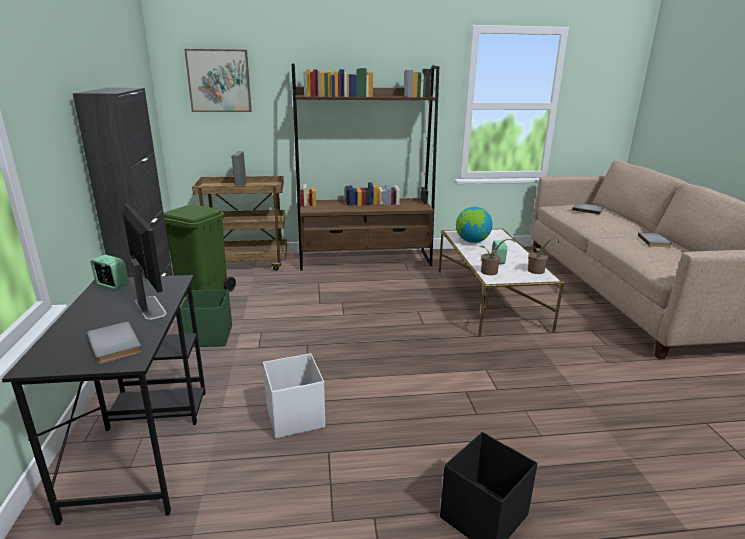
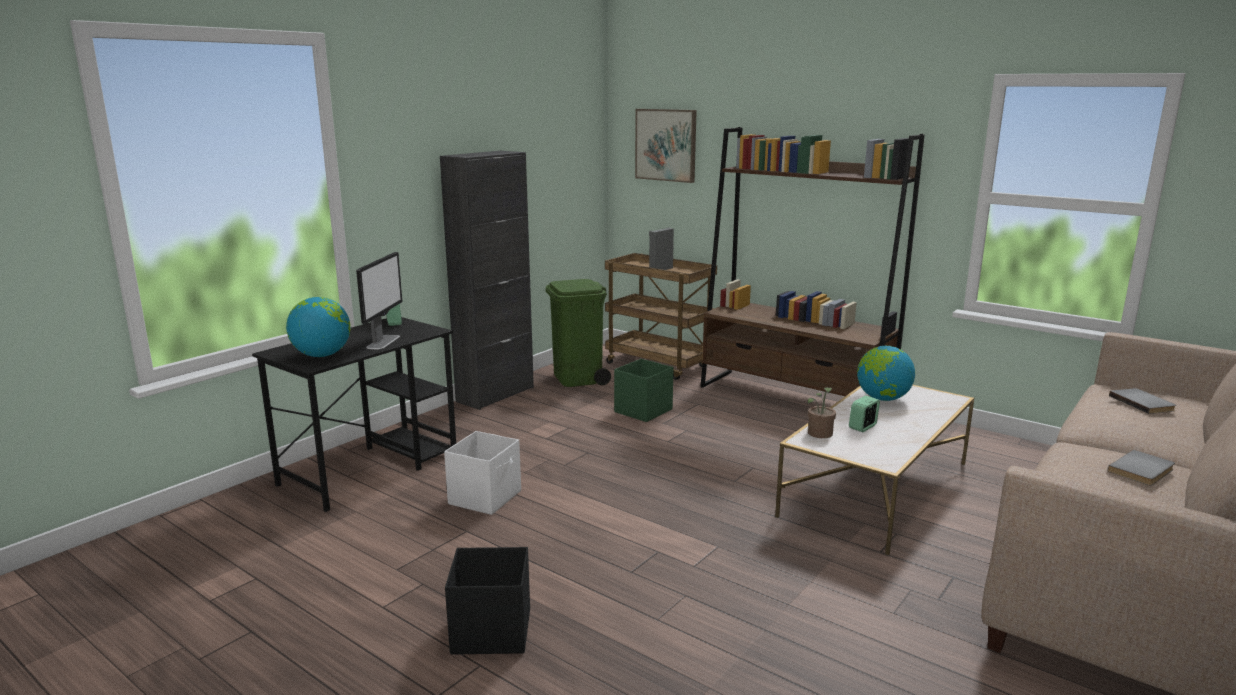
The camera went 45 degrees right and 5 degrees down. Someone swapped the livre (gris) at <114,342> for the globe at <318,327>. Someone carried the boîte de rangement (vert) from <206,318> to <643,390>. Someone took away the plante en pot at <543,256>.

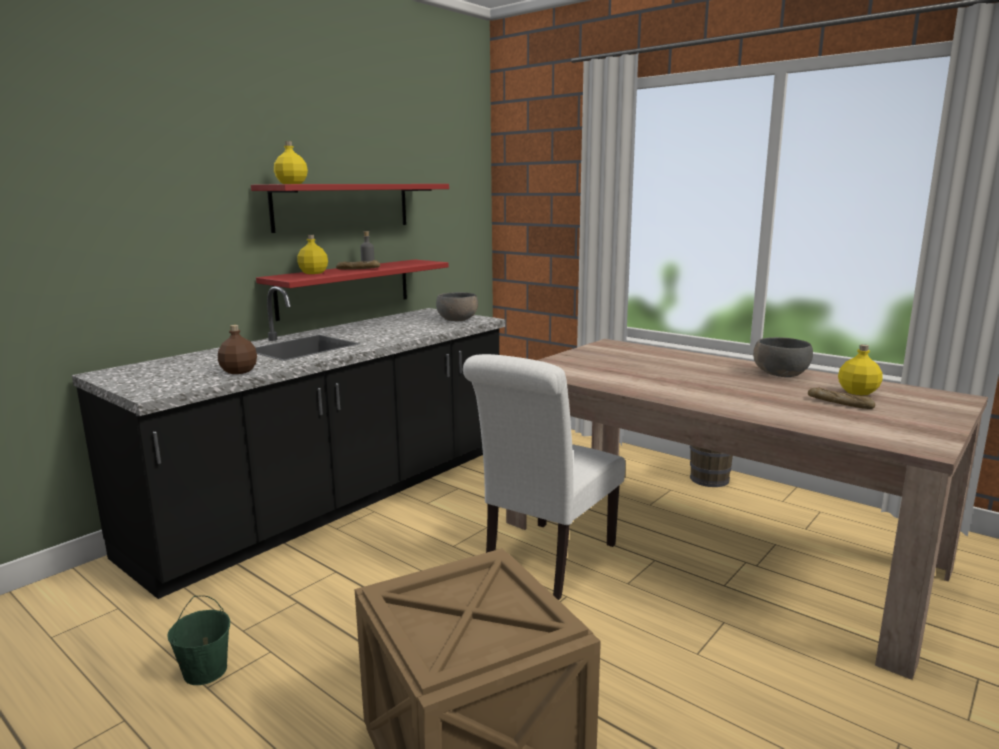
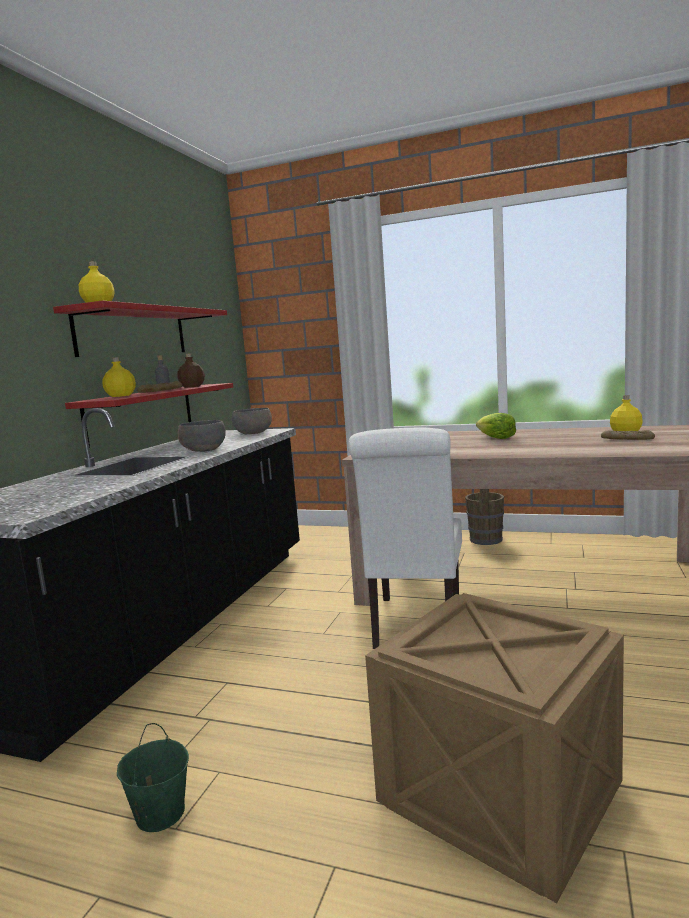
The camera went 20 degrees left and 5 degrees down. Someone carried the bouteille (marron) from <237,349> to <191,370>. Someone carried the bol (gris) from <783,357> to <202,436>. Someone put down the laitue at <496,426>.

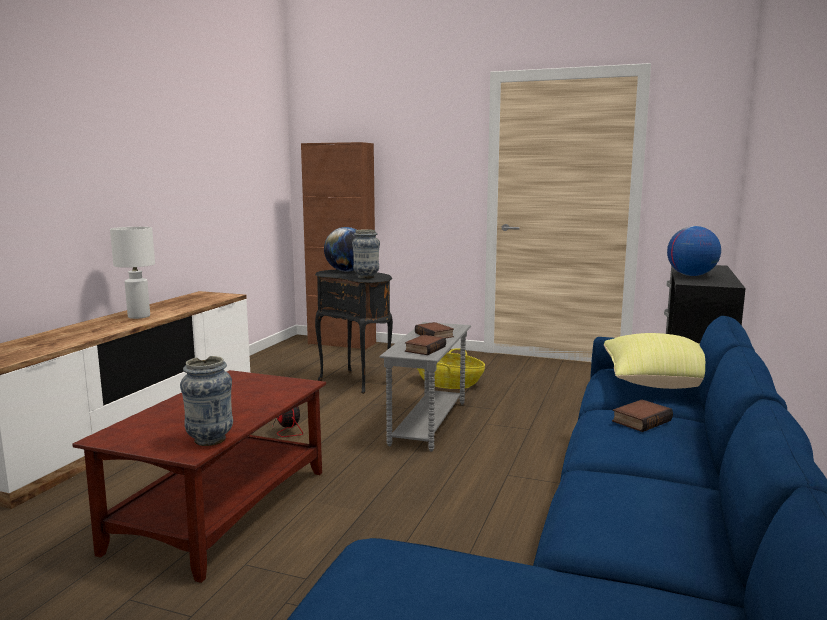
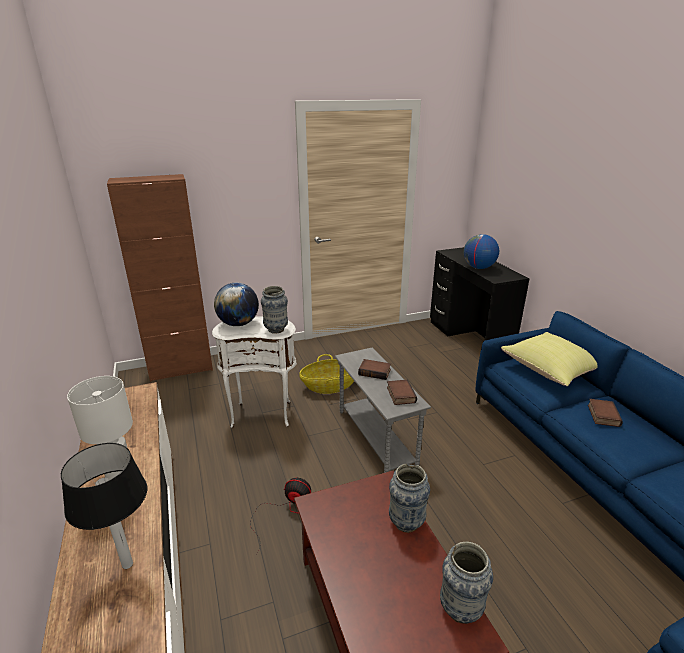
The camera went 40 degrees left and 15 degrees up. Someone put down the lampe de table at <104,506>. Someone repainted the table d'appoint (noir) at <354,332>, which became the table d'appoint (blanc) at <254,372>. Someone put down the vase at <409,498>.

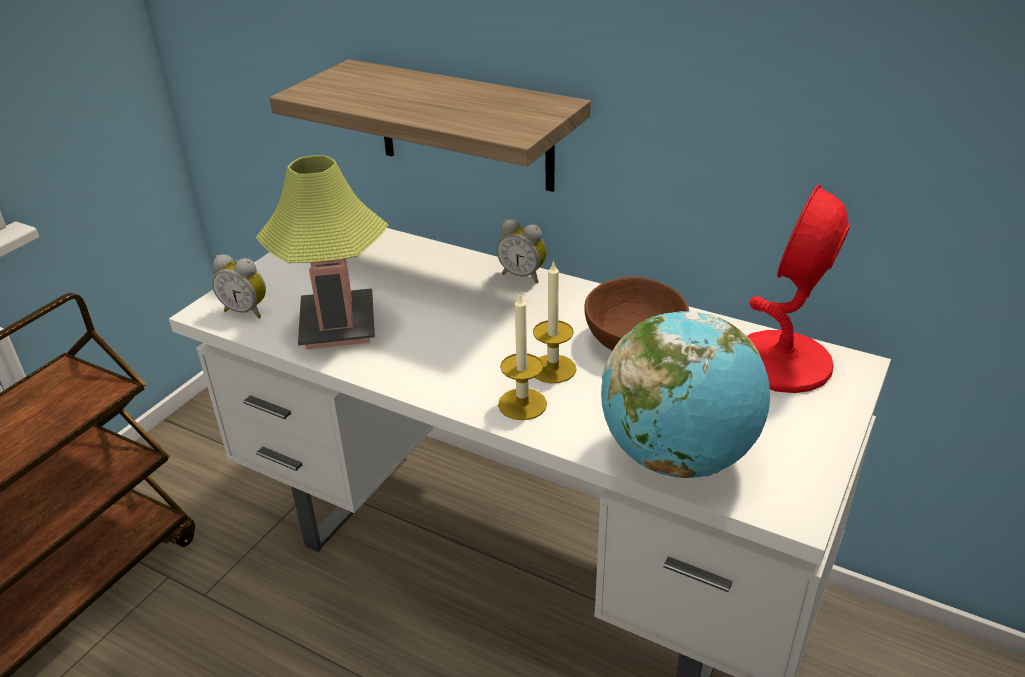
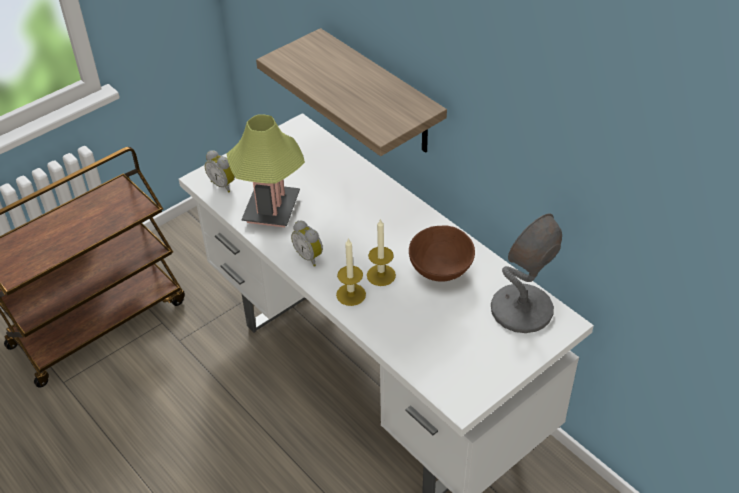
The camera went 20 degrees right and 10 degrees up. Someone carried the réveil from <522,251> to <307,243>. Someone repainted the lampe de table (rouge) at <798,288>, which became the lampe de table (gris) at <526,273>. Someone took away the globe at <685,394>.

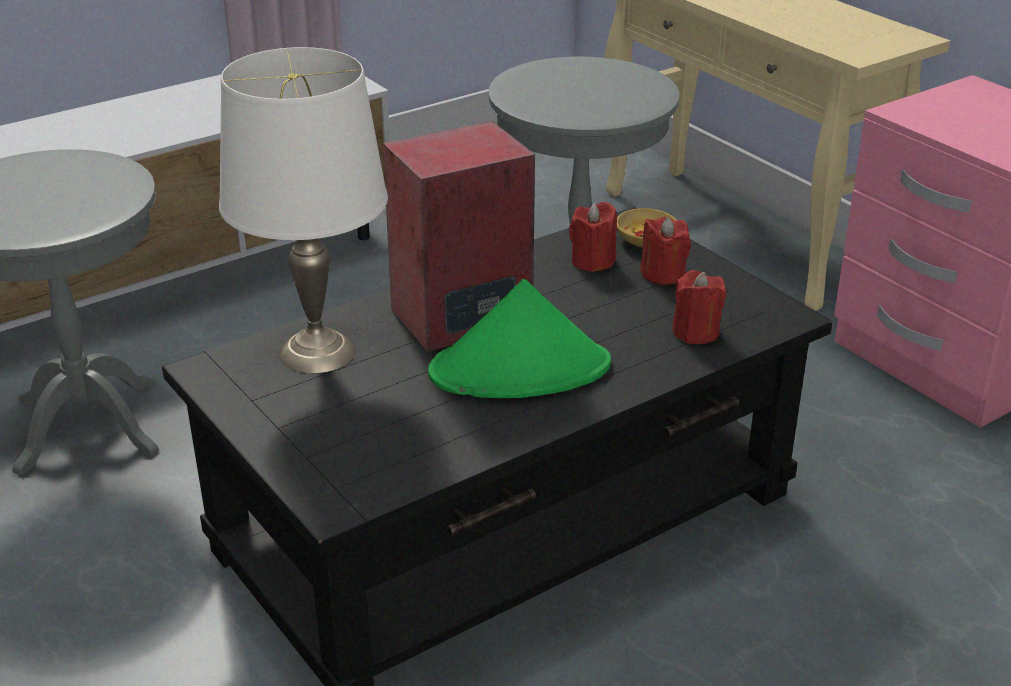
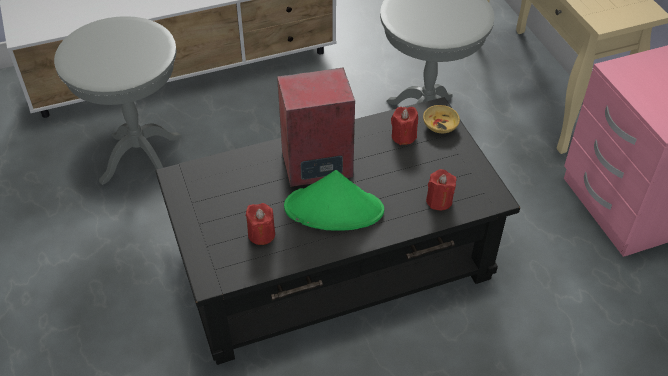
The camera went 15 degrees right and 15 degrees up. Someone carried the bougie (rouge) from <665,250> to <260,224>. Someone took away the lampe de table (blanc) at <303,210>.

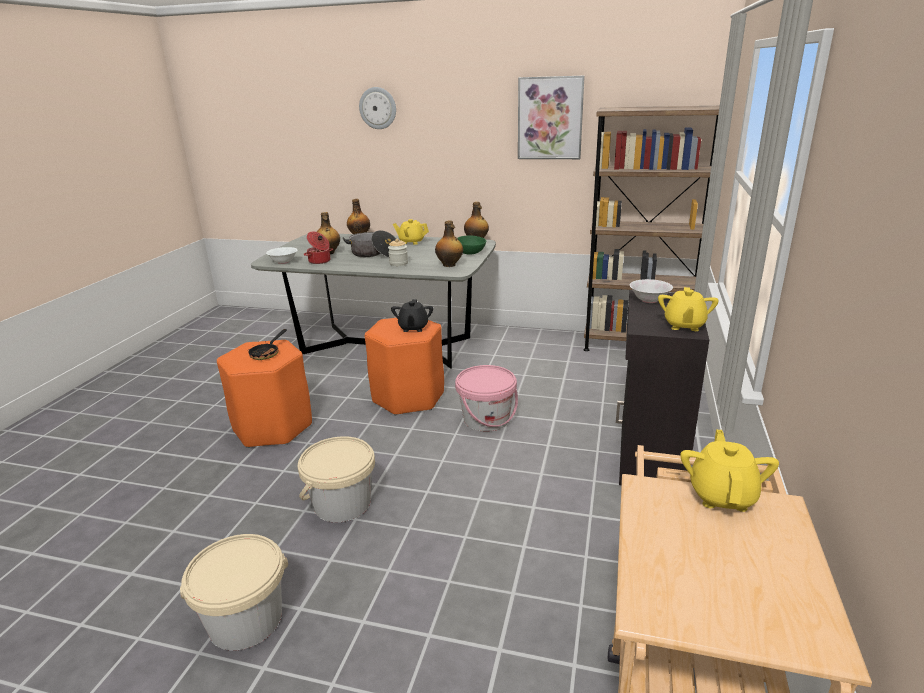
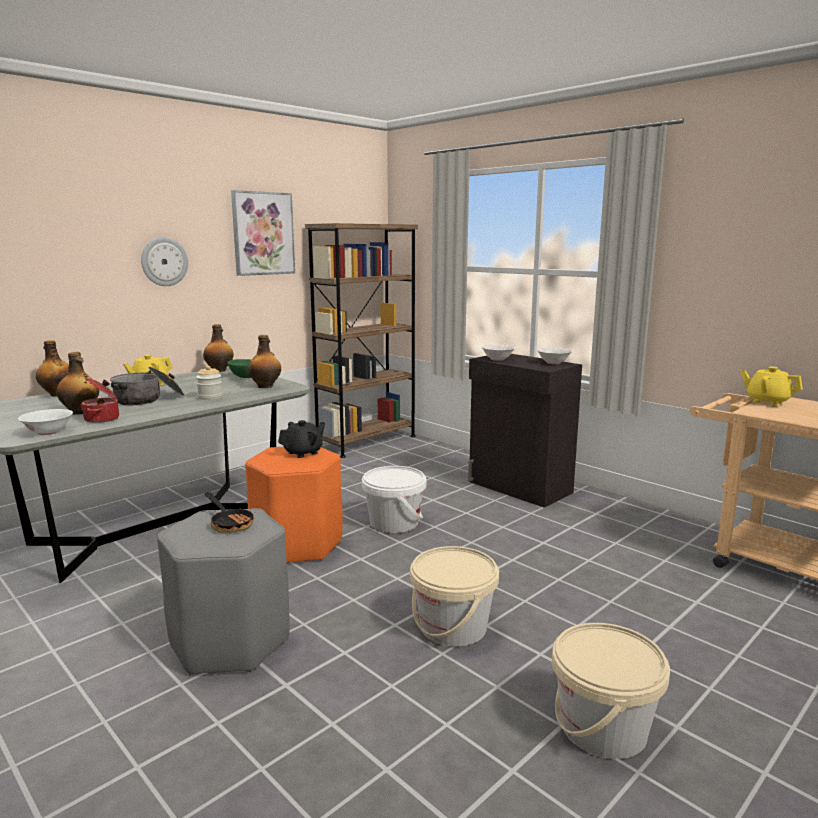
The camera went 60 degrees left and 10 degrees down. Someone carried the horloge murale from <377,108> to <164,261>. Someone repainted the tabouret (orange) at <264,394>, which became the tabouret (gris) at <223,592>. Someone rotated the théière (noir) at <412,315> by 75 degrees counterclockwise. Someone repainted the seau (rose) at <486,398>, which became the seau (blanc) at <394,499>. Someone swapped the théière (jaune) at <688,309> for the bol (blanc) at <554,356>.

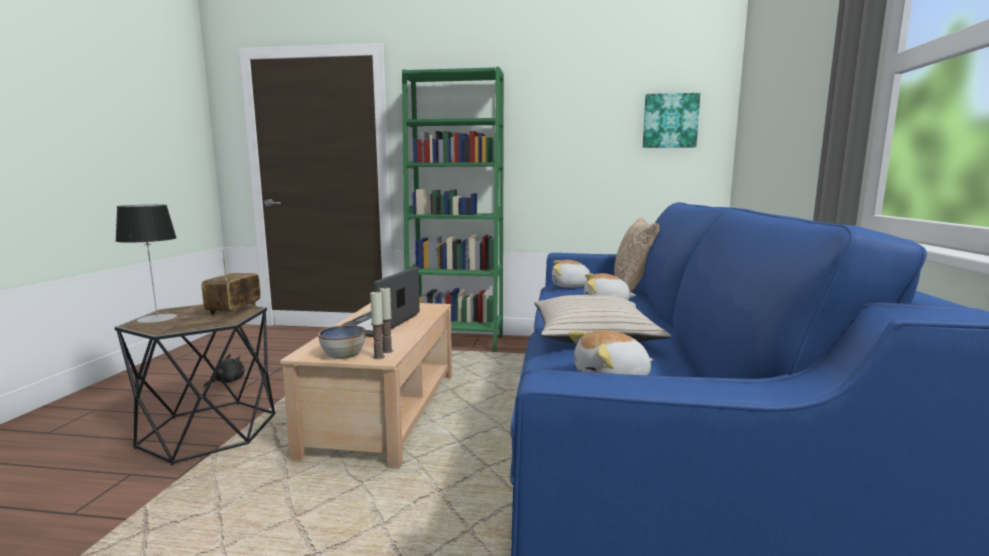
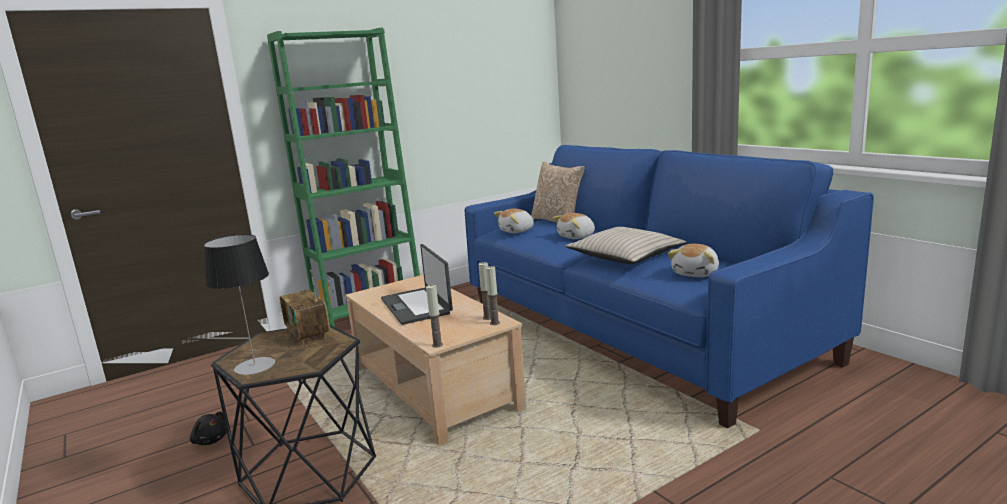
The camera went 40 degrees left and 5 degrees up. Someone rotated the peluche (noir) at <224,370> by 135 degrees clockwise. Someone put down the bougie at <434,316>. Someone took away the bol at <342,342>. Someone took away the tableau at <671,120>.

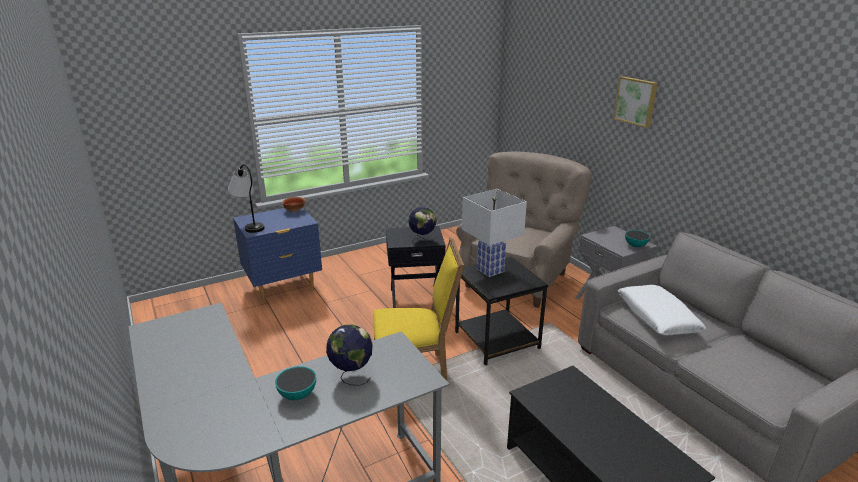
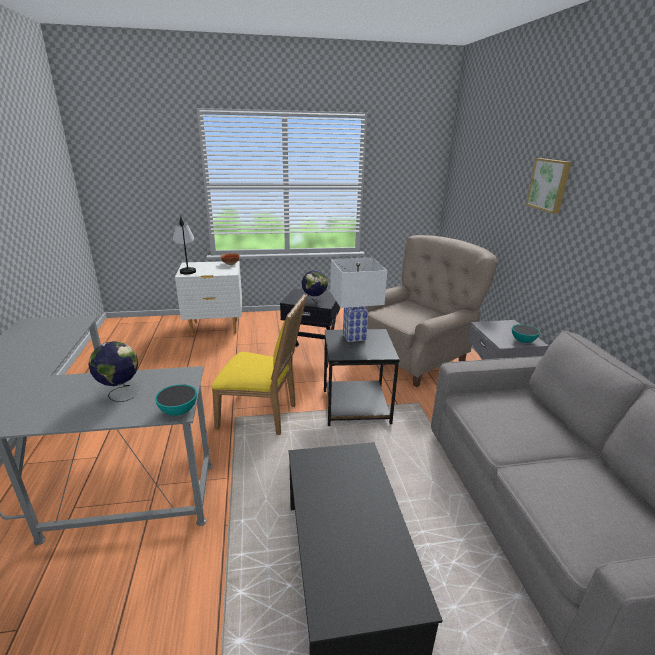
The camera went 20 degrees right and 0 degrees up. Someone carried the bol from <295,383> to <176,400>. Someone repainted the table de chevet (bleu) at <277,256>, which became the table de chevet (blanc) at <208,298>. Someone took away the coussin (blanc) at <661,310>.

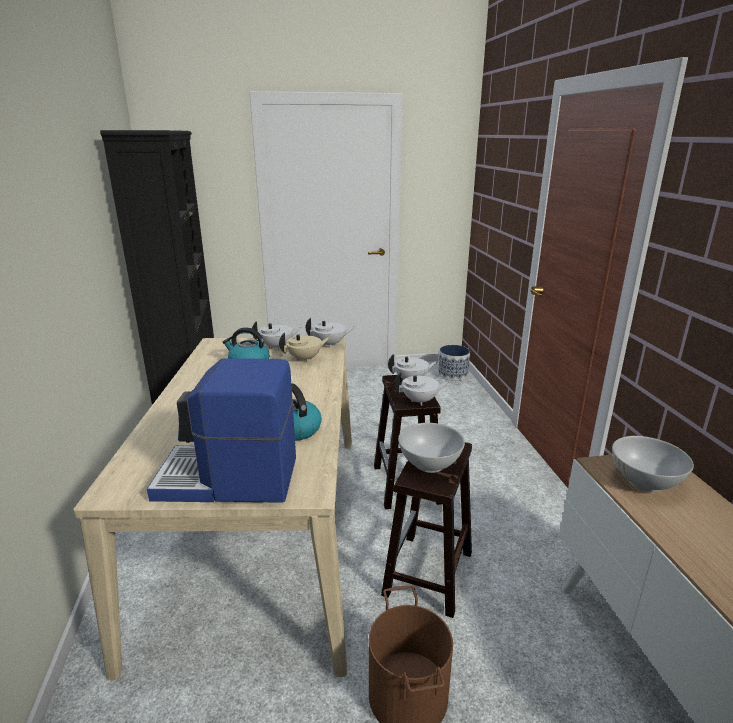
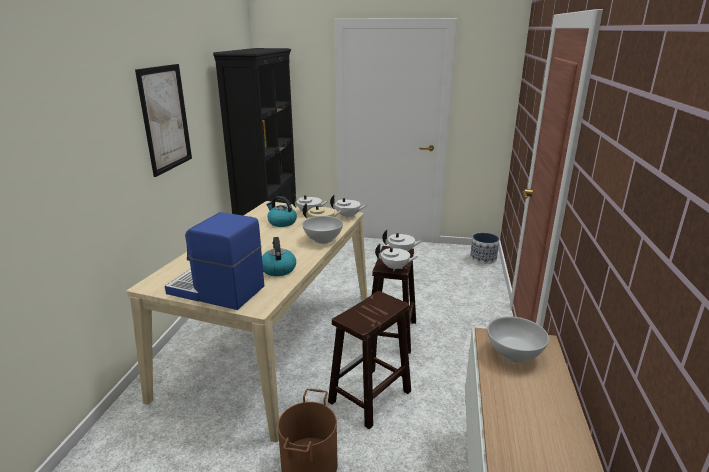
The camera went 20 degrees right and 0 degrees up. Someone put up the tableau at <163,120>. Someone carried the bol (blanc) from <431,448> to <322,230>.

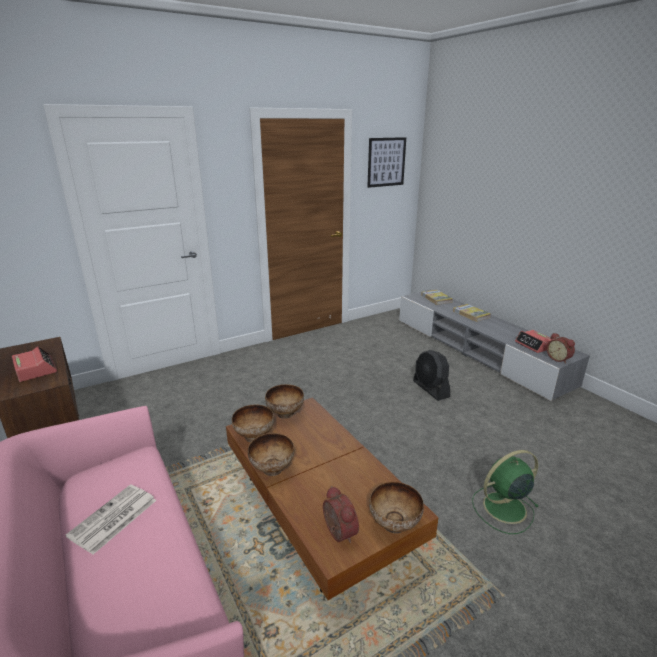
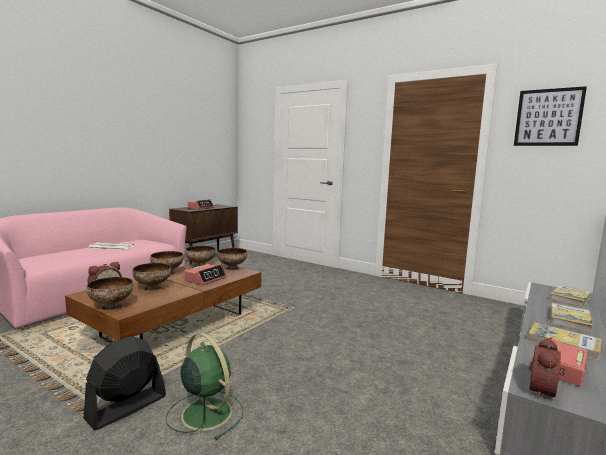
The camera went 65 degrees right and 15 degrees down. Someone carried the ventilateur (noir) from <431,375> to <124,383>. Someone put down the bol at <151,277>. Someone put down the réveil at <205,274>. Someone put down the livre at <564,341>.

